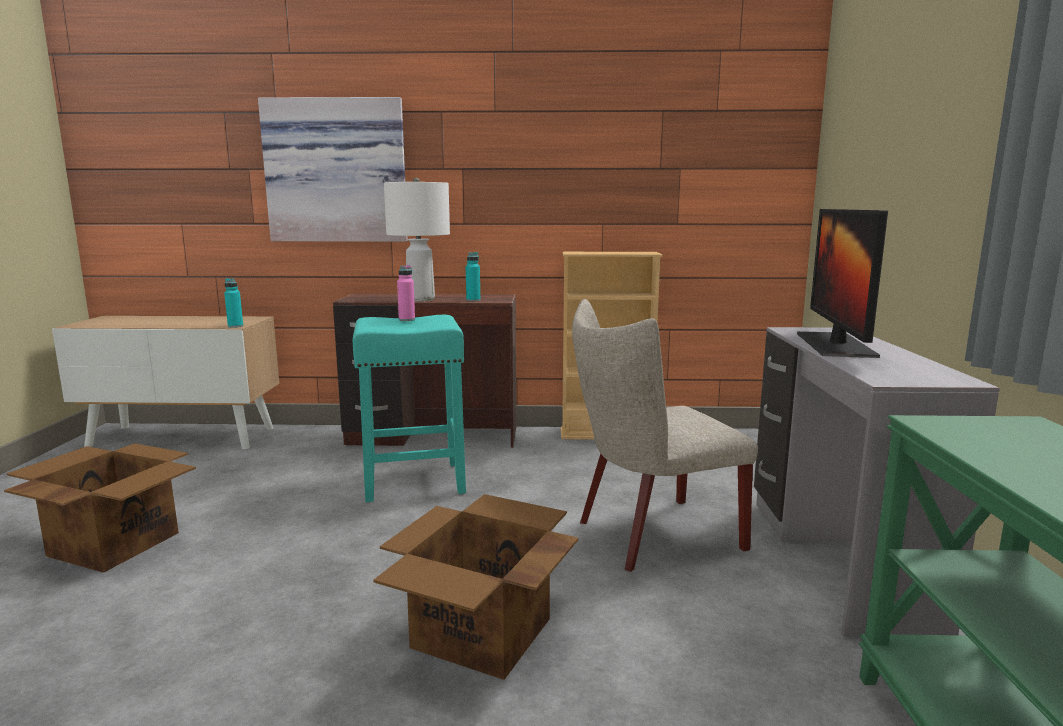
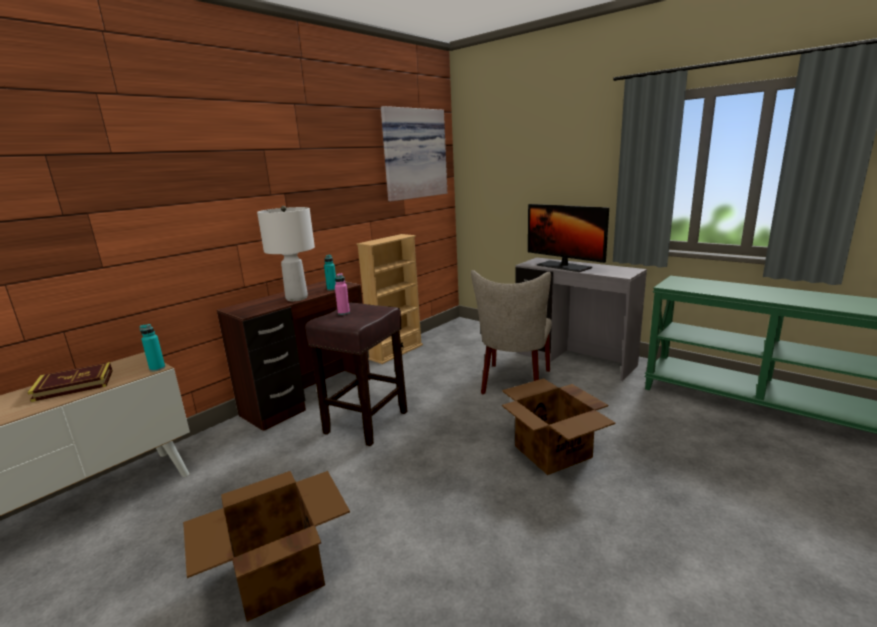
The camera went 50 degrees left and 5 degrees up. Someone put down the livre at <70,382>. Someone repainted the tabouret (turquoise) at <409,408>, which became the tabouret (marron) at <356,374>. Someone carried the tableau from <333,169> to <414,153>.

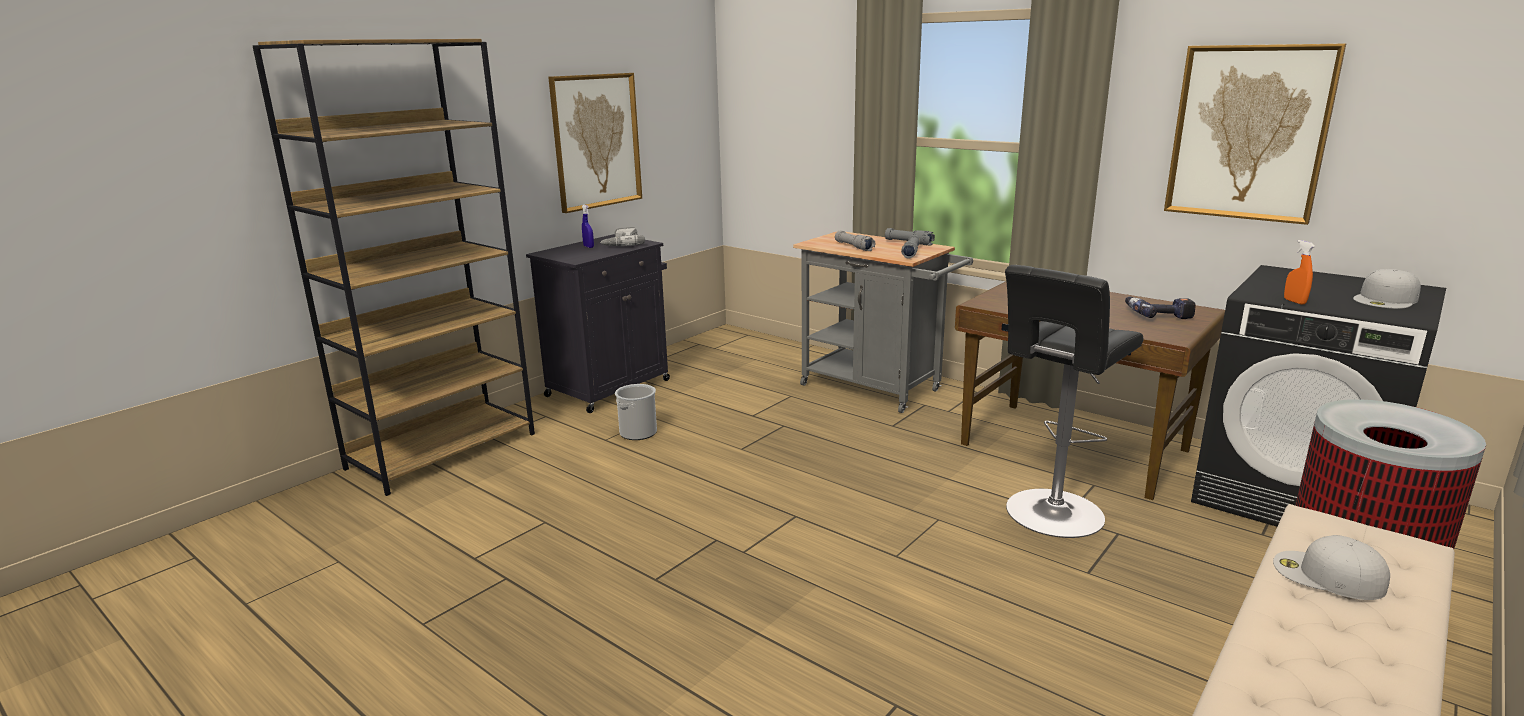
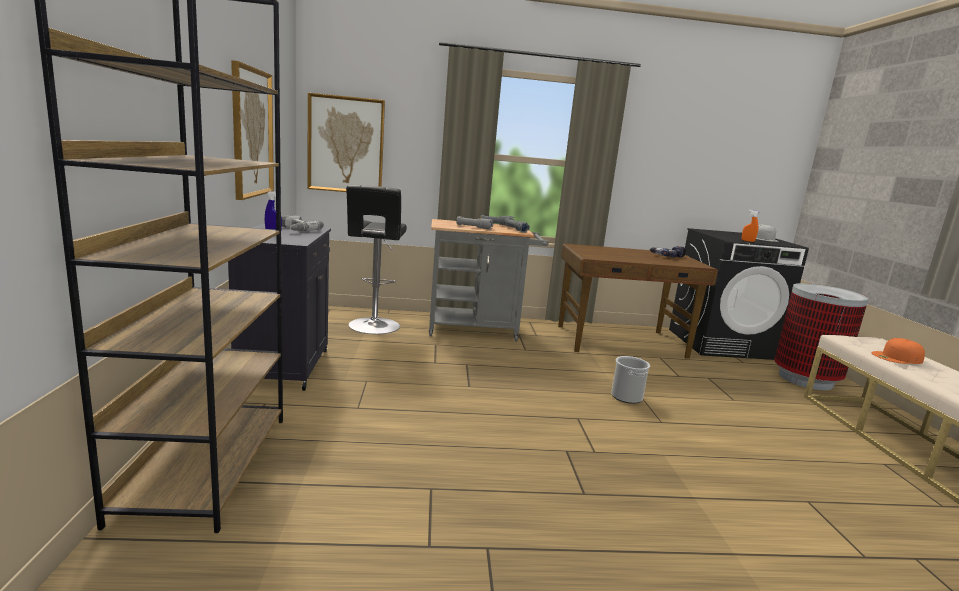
The camera went 45 degrees left and 5 degrees down. Someone carried the tableau from <1255,134> to <346,142>. Someone carried the tabouret (noir) from <1074,401> to <376,259>. Someone carried the seau from <636,412> to <630,380>. Someone repainted the casquette (blanc) at <1331,567>, which became the casquette (orange) at <898,351>.

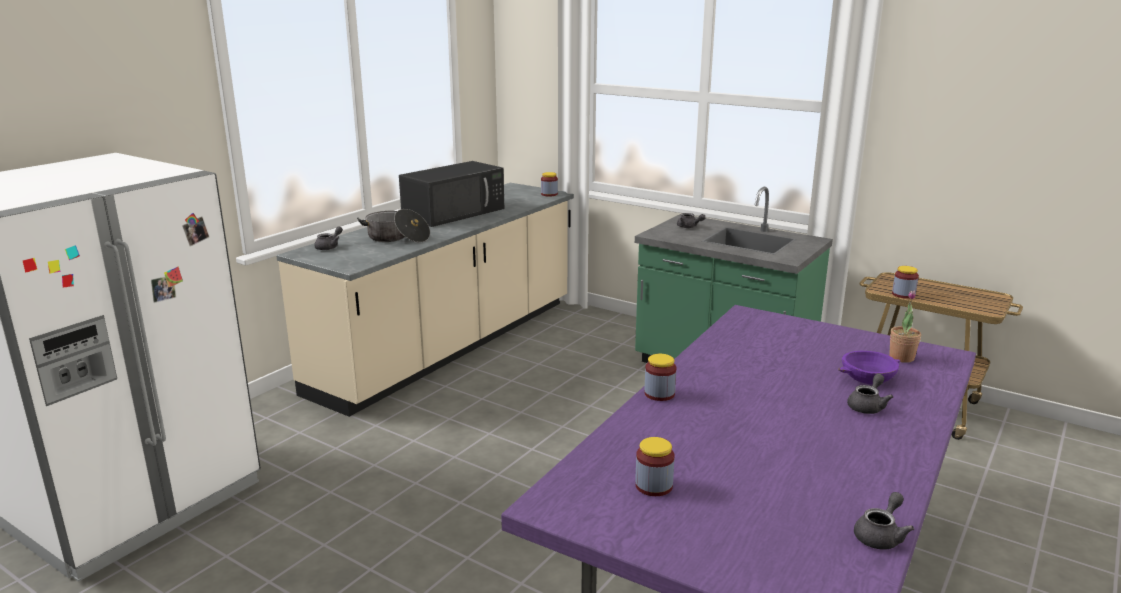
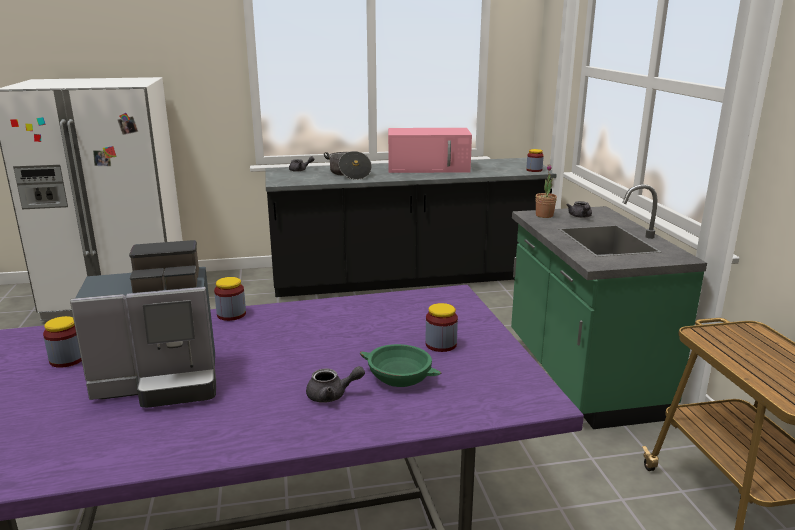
The camera went 45 degrees right and 0 degrees up. Someone put down the machine à café at <143,324>. Someone repainted the comptoir de cuisine (beige) at <425,300>, which became the comptoir de cuisine (noir) at <411,227>. Someone repainted the bol (violet) at <869,368>, which became the bol (vert) at <400,365>. Someone repainted the micro-ondes (noir) at <451,194>, which became the micro-ondes (rose) at <430,150>. Someone carried the bocal from <905,282> to <441,327>. Someone carried the plante en pot from <905,327> to <546,191>. Someone took away the théière (gris) at <884,521>.

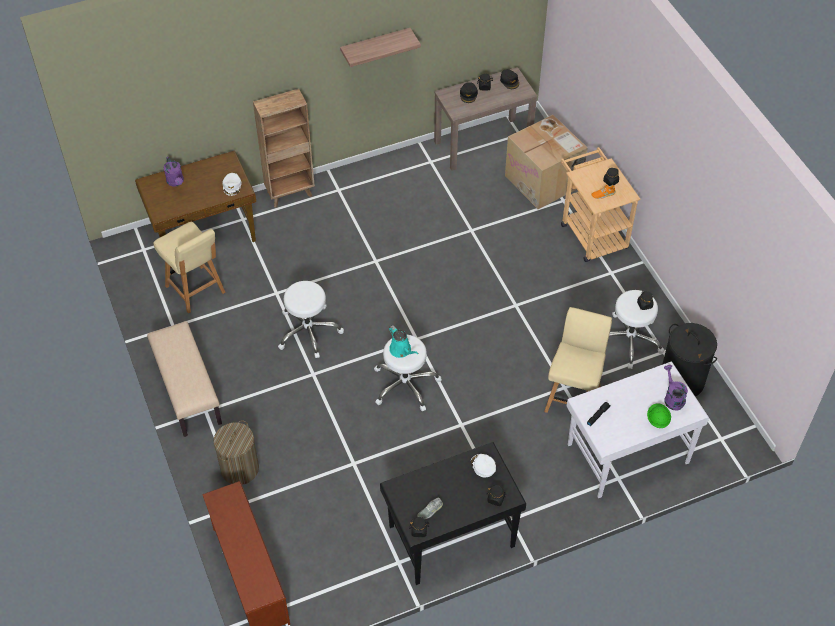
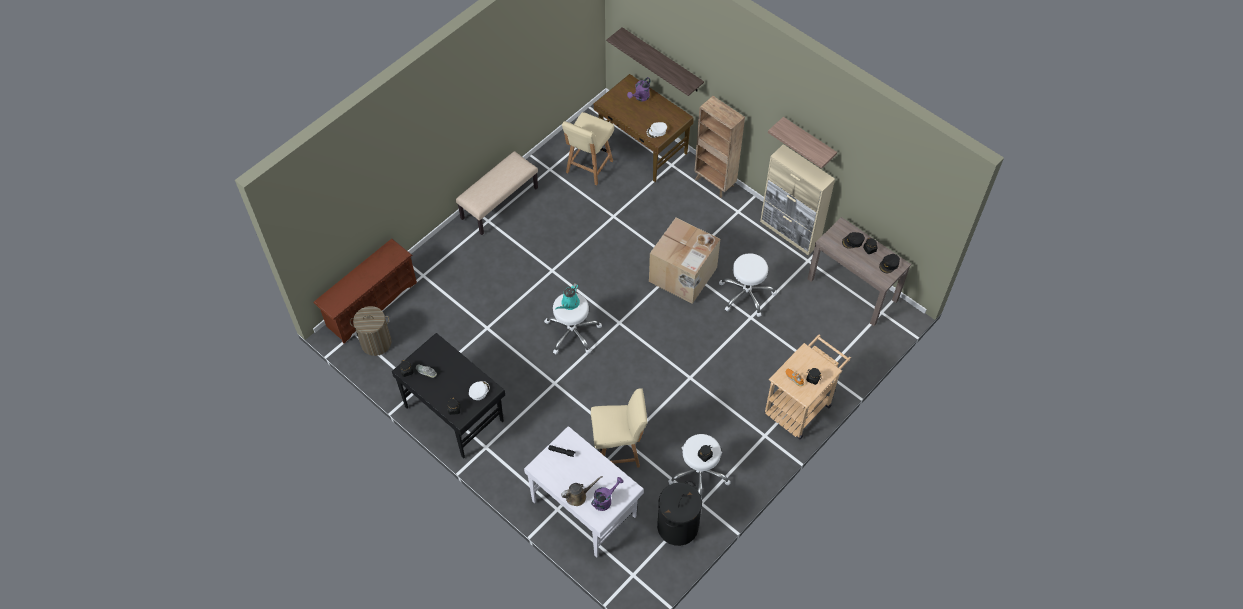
The camera went 65 degrees right and 5 degrees up. Someone carried the panier à linge from <236,452> to <371,331>. Someone swapped the casque de chantier (vert) at <659,415> for the arrosoir (marron) at <582,491>. Someone put up the étagère at <655,61>. Someone carried the carton from <546,162> to <684,261>. Someone carried the tabouret (blanc) from <311,319> to <748,285>. Someone put down the meuble de rangement (beige) at <797,200>.

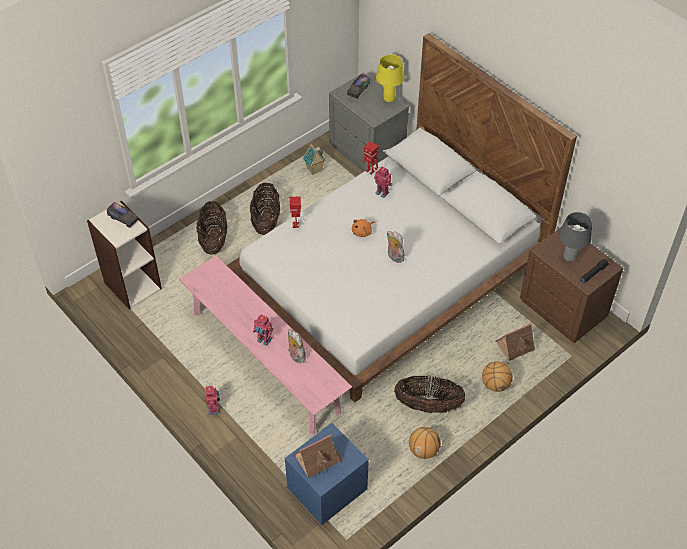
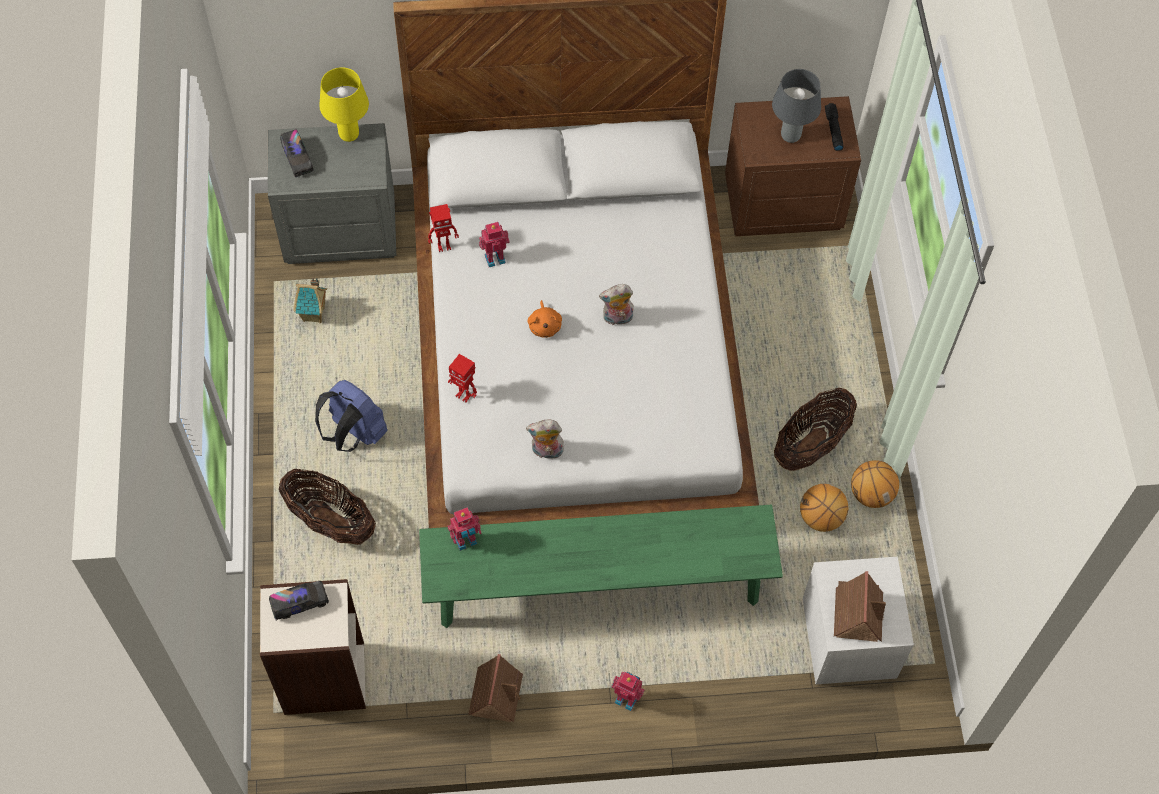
The camera went 55 degrees left and 10 degrees up. Someone swapped the panier at <265,209> for the sac à dos (bleu) at <351,416>. Someone repainted the banc (rose) at <265,345>, which became the banc (vert) at <601,566>. Someone carried the robot jouet from <263,330> to <465,529>. Someone carried the maison miniature from <515,342> to <495,688>. Someone carried the peluche from <297,346> to <545,439>. Someone carried the ballon de basket from <497,376> to <824,508>. Someone repainted the table de chevet (bleu) at <327,474>, which became the table de chevet (blanc) at <858,620>.

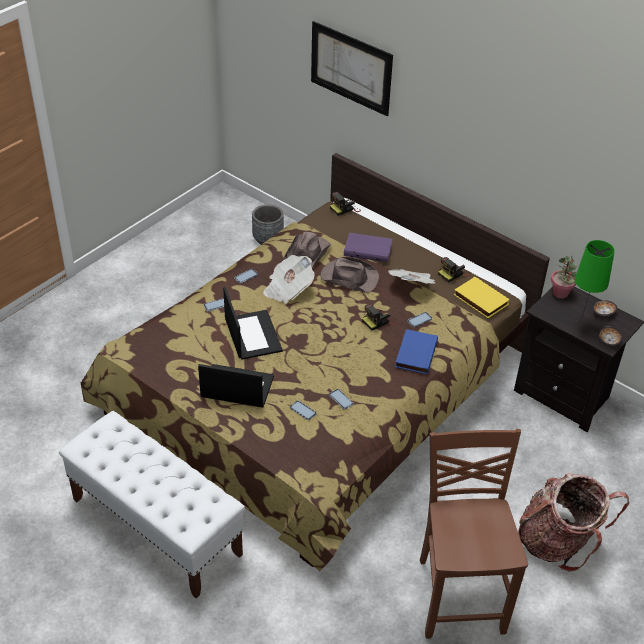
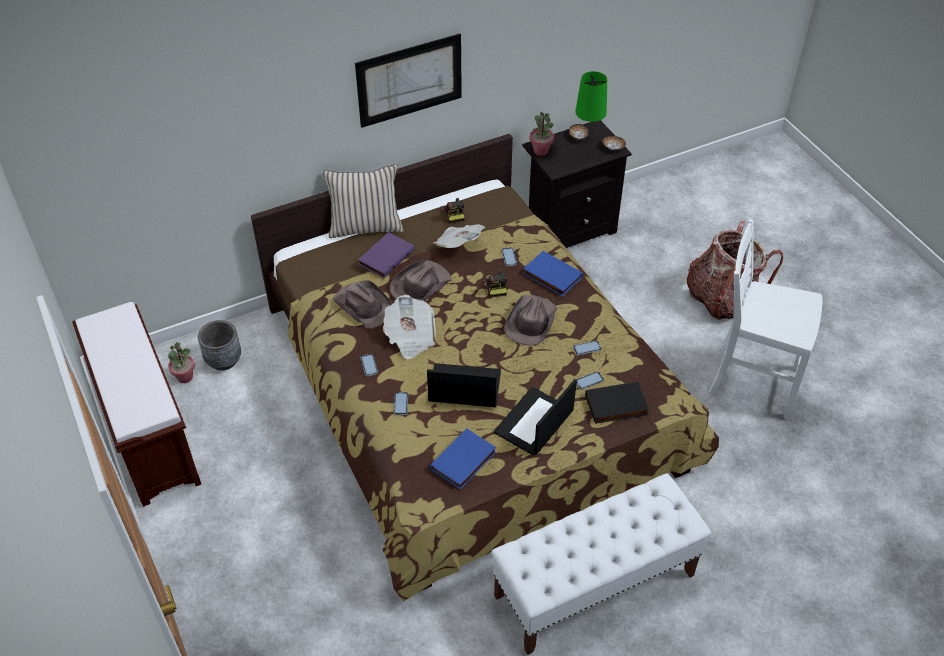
The camera went 65 degrees left and 5 degrees up. Someone put down the banc (marron) at <136,404>. Someone put down the plante en pot at <181,362>. Someone put down the coussin (beige) at <363,201>. Someone carried the tableau from <352,68> to <408,81>. Someone put down the livre (bleu) at <463,459>. Someone put down the chapeau (marron) at <530,320>. Someone put down the livre (noir) at <617,403>. Someone repainted the chaise (marron) at <474,534>, which became the chaise (blanc) at <766,319>. Someone took away the appareil photo at <345,204>. Someone took away the livre (jaune) at <482,297>.

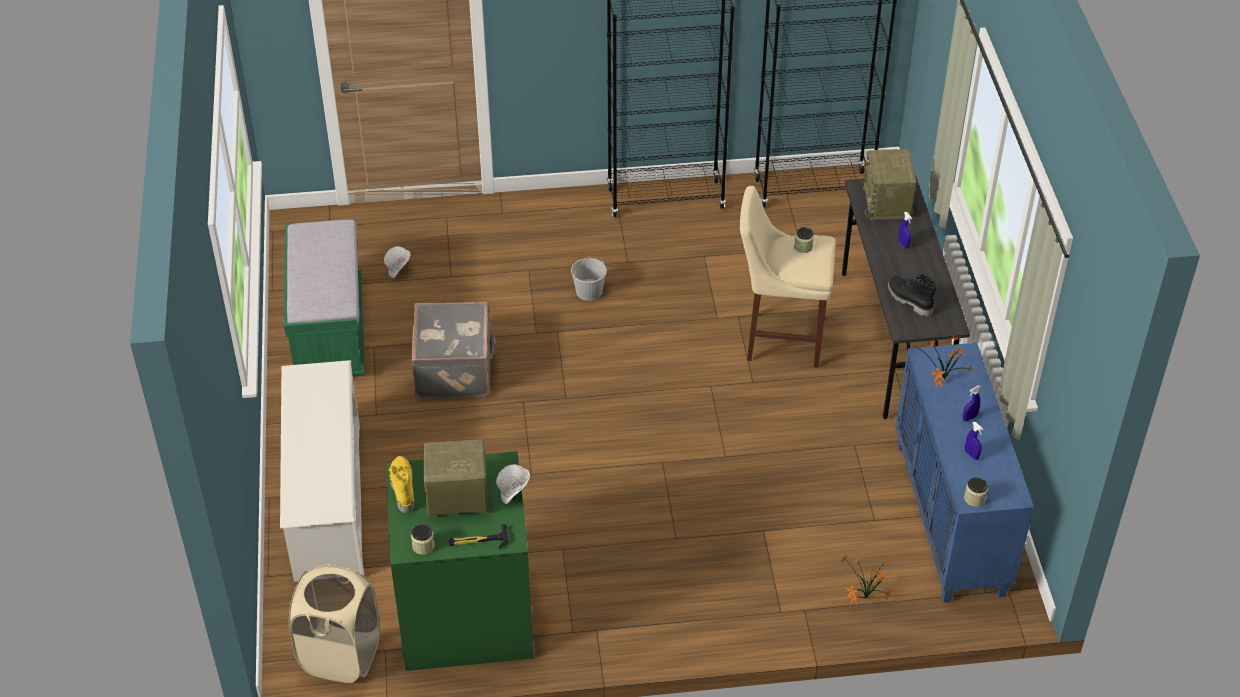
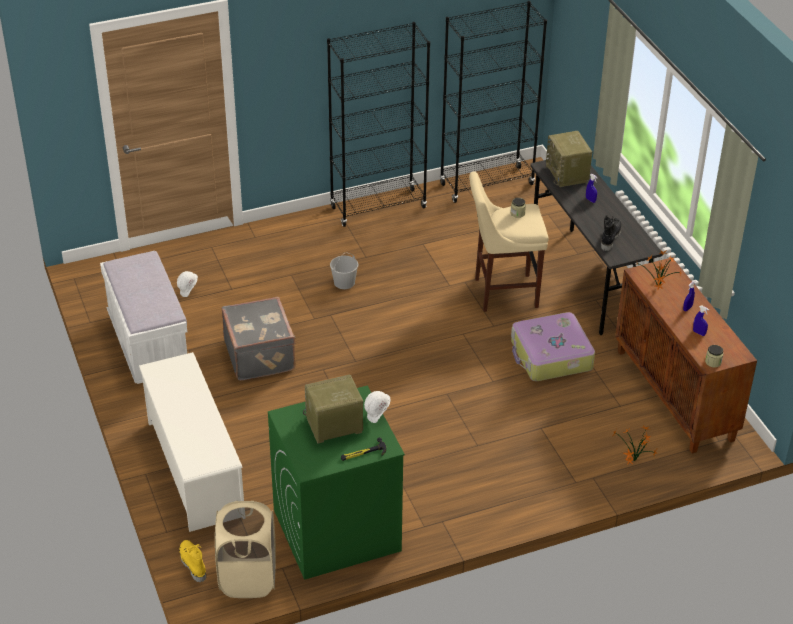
The camera went 15 degrees left and 5 degrees down. Someone repainted the banc (vert) at <324,297>, which became the banc (blanc) at <143,317>. Someone carried the botte (jaune) from <402,484> to <192,561>. Someone put down the valise at <553,346>. Someone rotated the botte (noir) at <912,295> by 75 degrees clockwise. Someone repainted the meuble de rangement (bleu) at <964,473>, which became the meuble de rangement (marron) at <686,355>. Someone took away the bocal at <423,539>.

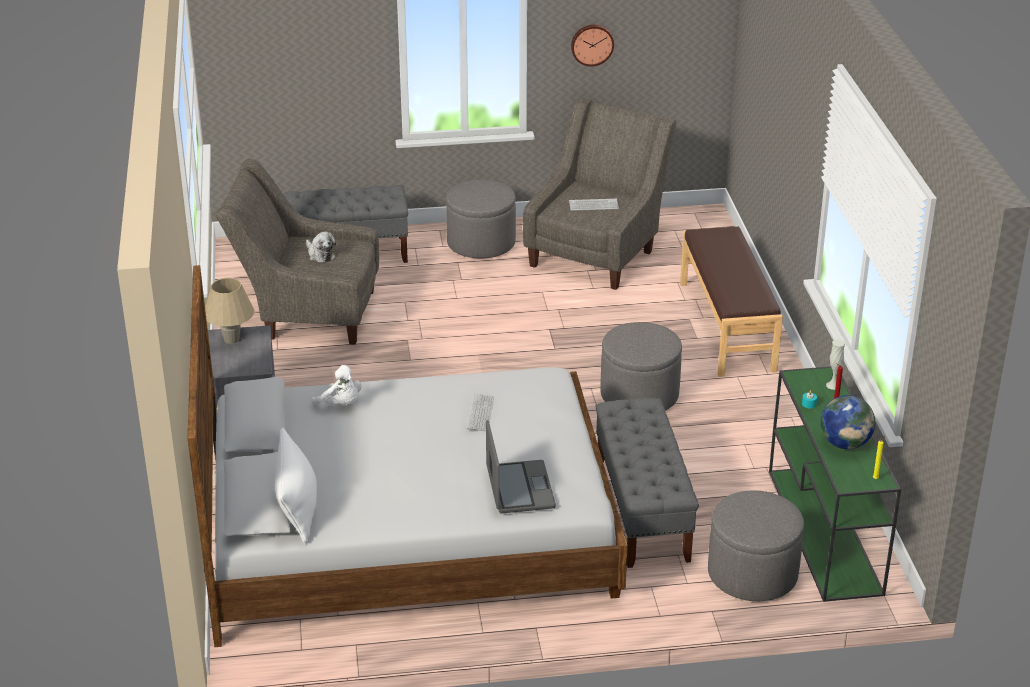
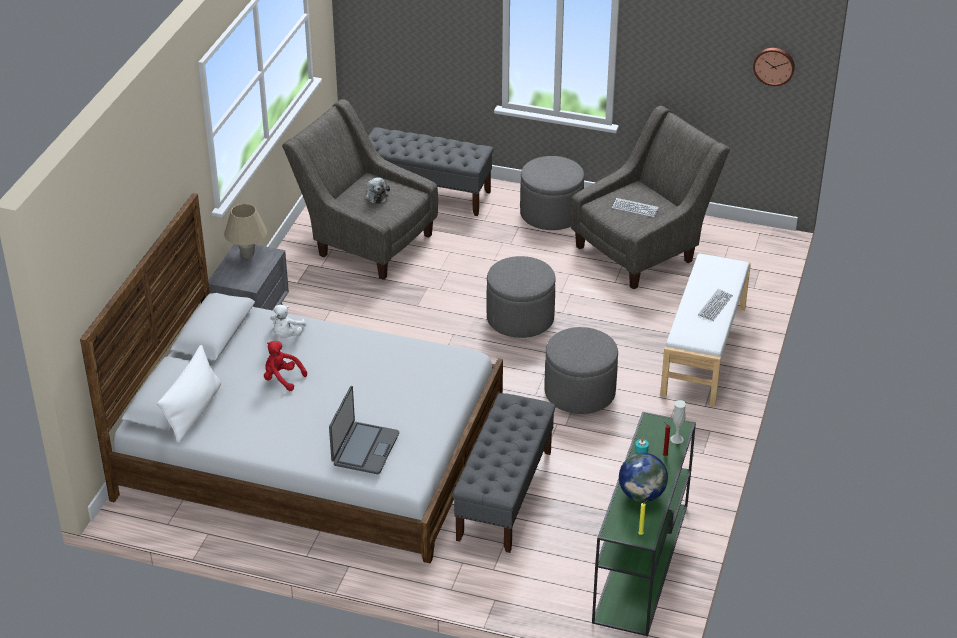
The camera went 25 degrees right and 5 degrees up. Someone put down the peluche (rouge) at <285,366>. Someone rotated the peluche (blanc) at <336,385> by 45 degrees clockwise. Someone carried the pouf (gris) from <756,546> to <521,297>. Someone repainted the banc (marron) at <731,302>, which became the banc (blanc) at <705,330>. Someone carried the clavier from <480,412> to <715,305>. Someone carried the horloge murale from <592,45> to <774,67>.

